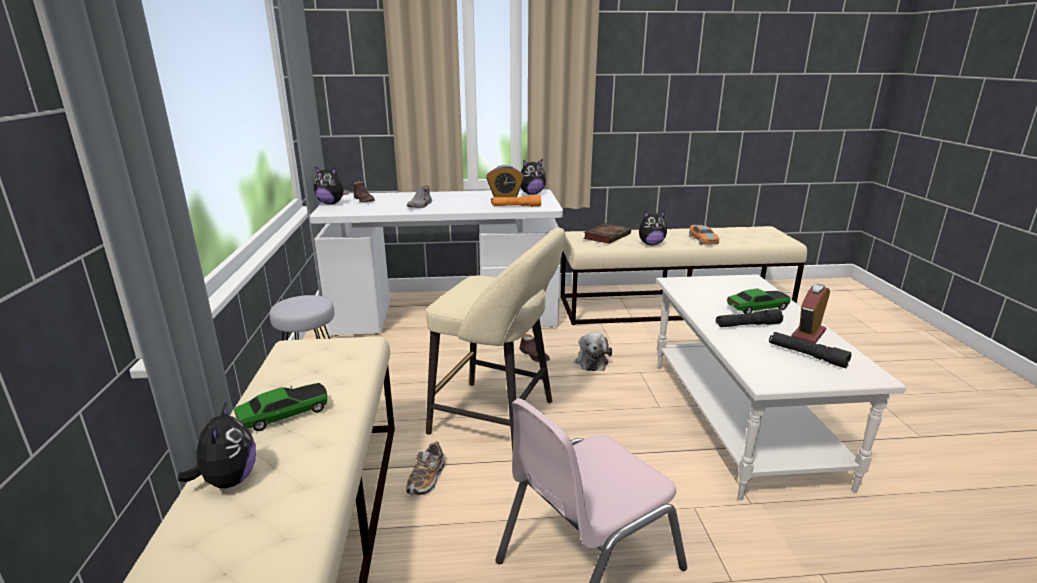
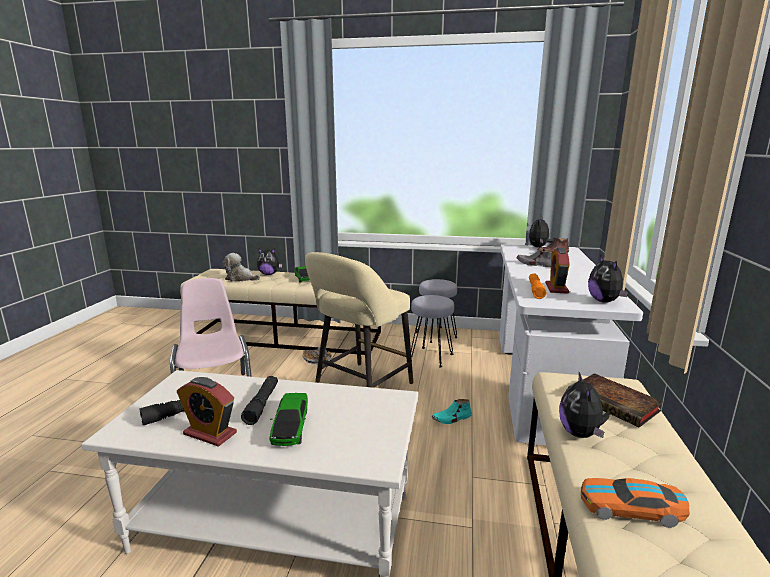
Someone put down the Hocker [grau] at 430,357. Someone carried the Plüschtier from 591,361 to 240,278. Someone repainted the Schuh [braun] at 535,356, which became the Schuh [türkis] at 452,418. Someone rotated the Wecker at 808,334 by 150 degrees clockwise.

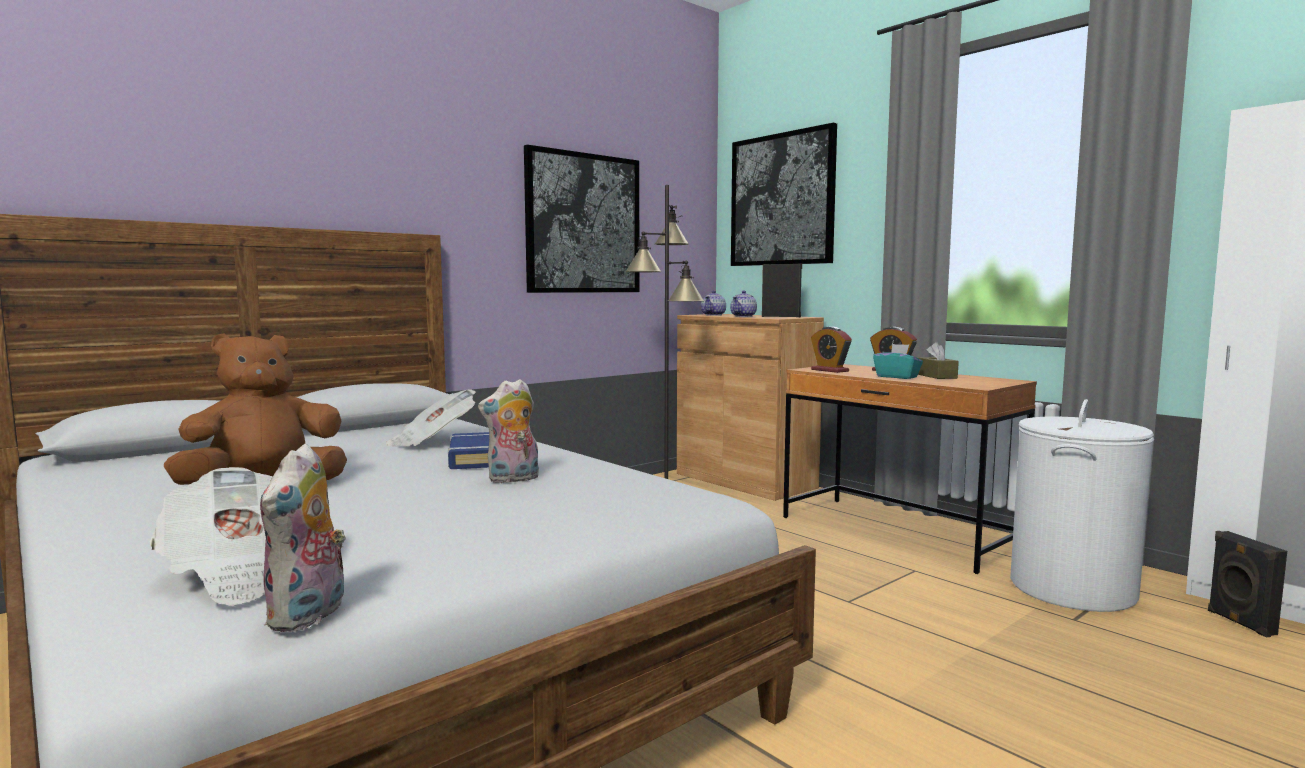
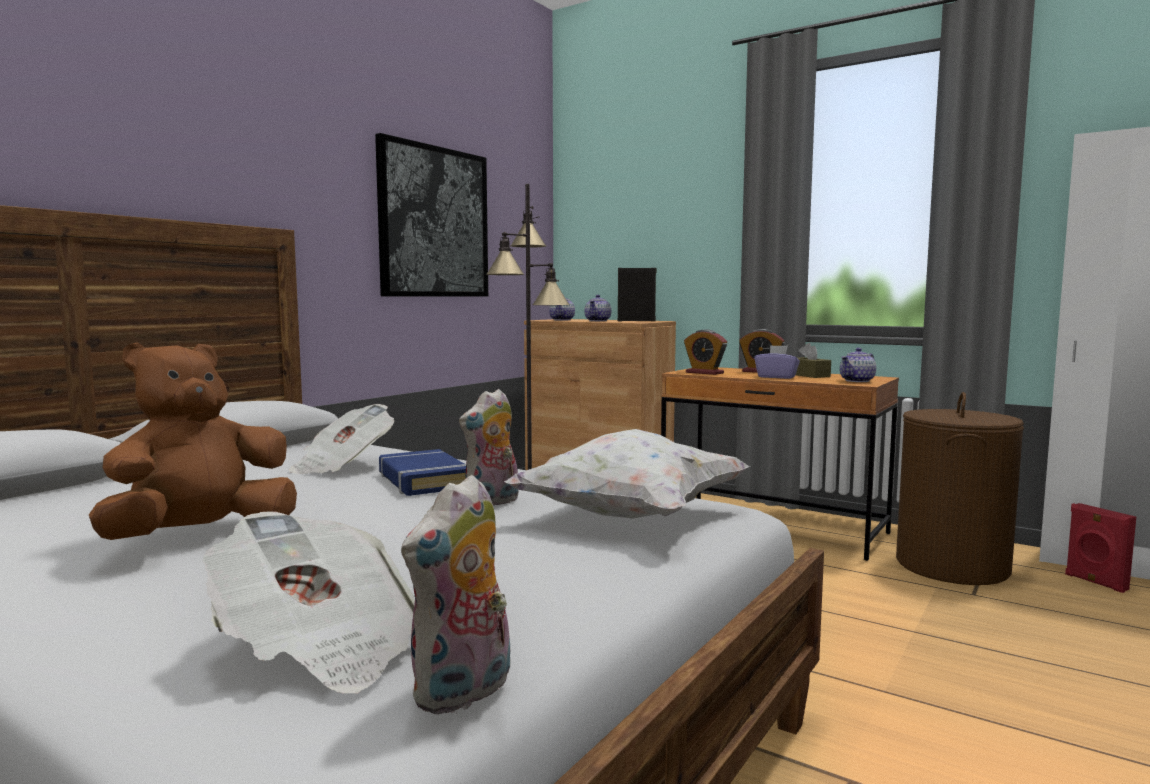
Someone took away the Bild at 782,200. Someone put down the Kissen [weiß] at 630,516. Someone put down the Teekanne at 857,381. Someone repainted the Taschentuchbox [türkis] at 897,377, which became the Taschentuchbox [lila] at 776,377. Someone repainted the Wäschekorb [weiß] at 1071,588, which became the Wäschekorb [braun] at 951,566. Someone repainted the Lautsprecher [schwarz] at 1239,623, which became the Lautsprecher [rot] at 1095,582. Someone rotated the Plüschtier at 309,616 by 45 degrees clockwise.

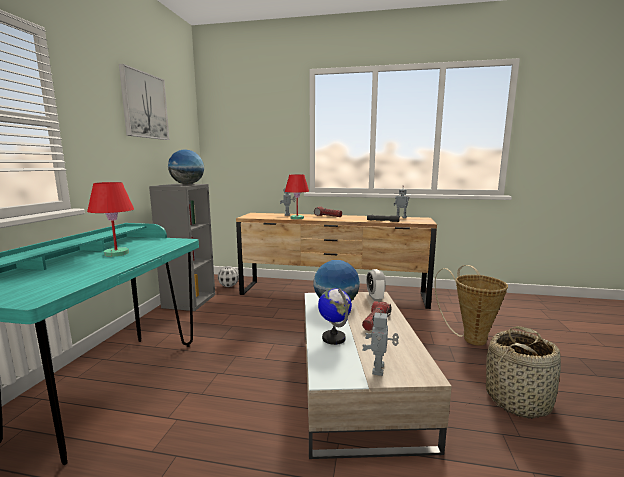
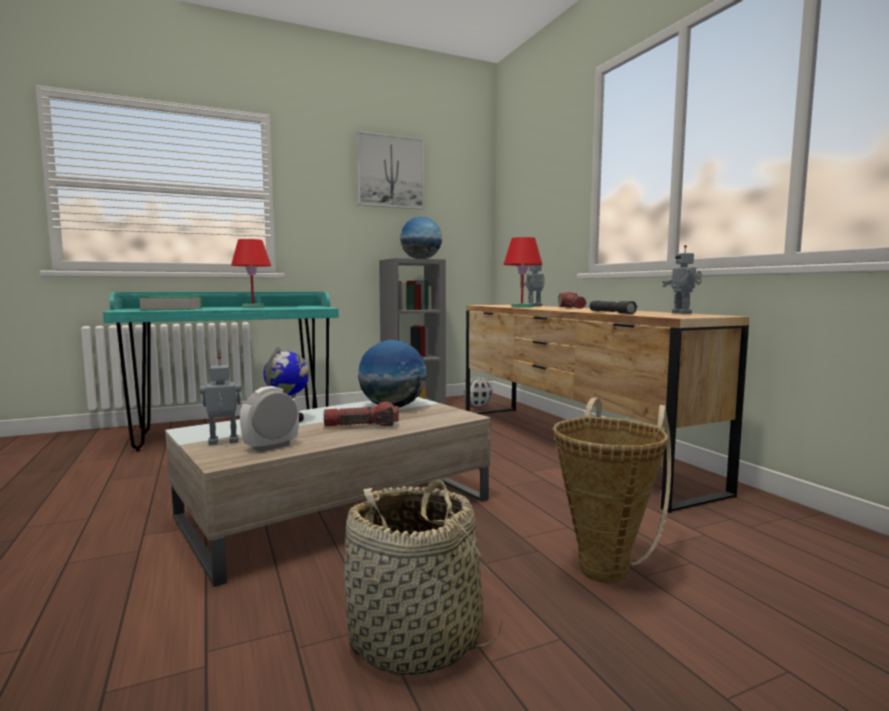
Someone put down the Buch at 172,309. Someone carried the Wecker from 375,297 to 271,447.

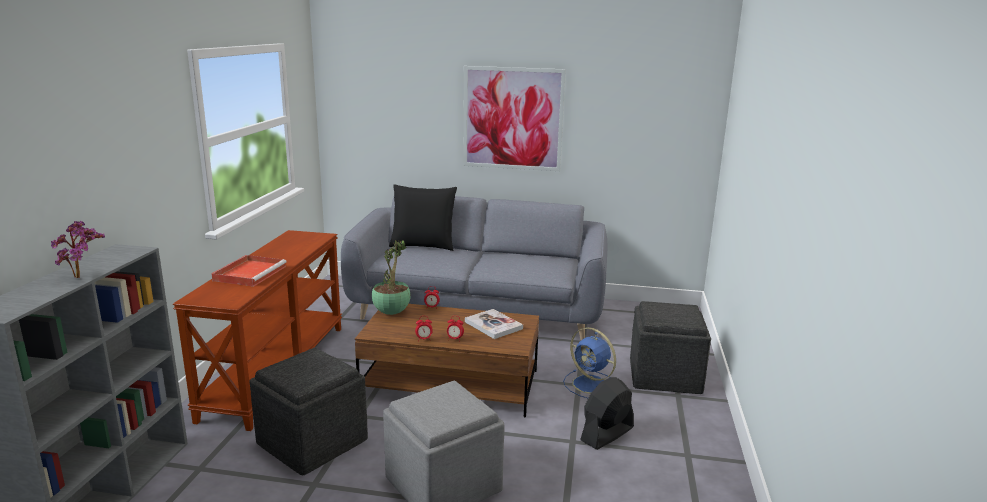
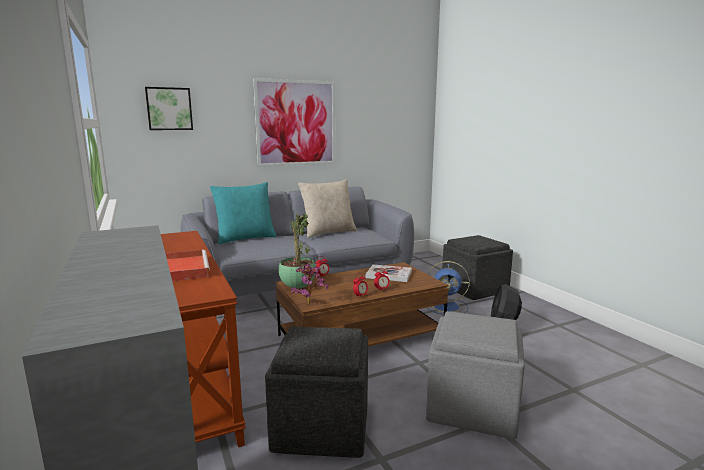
Someone put up the Bild at 169,109. Someone put down the Kissen [beige] at 328,232. Someone carried the Topfpflanze from 82,277 to 310,304. Someone repainted the Kissen [schwarz] at 423,245, which became the Kissen [türkis] at 245,238.

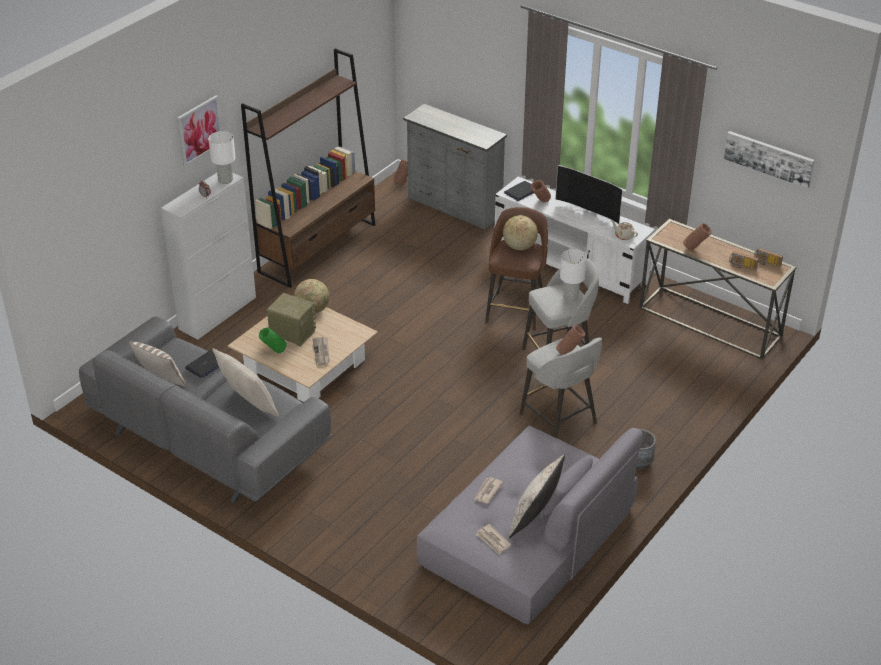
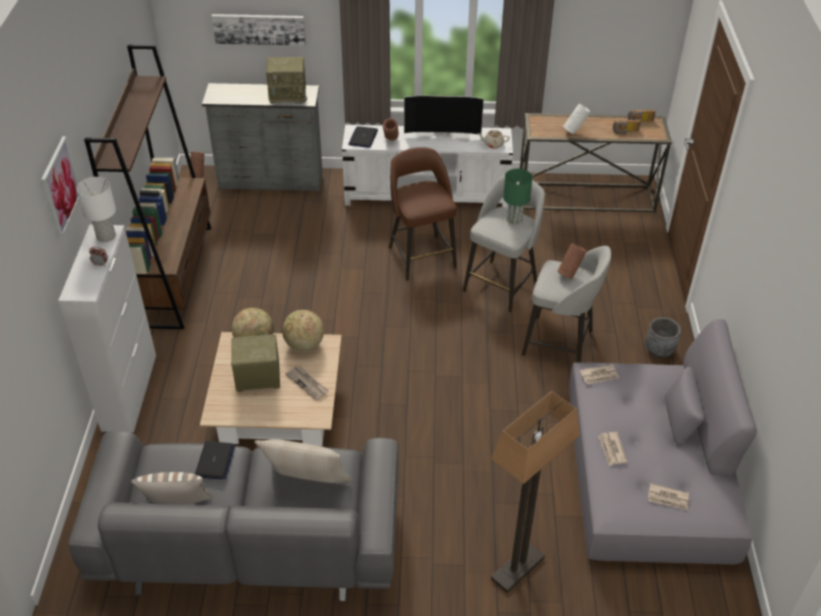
Someone took away the Vase [grün] at 273,352. Someone took away the Kissen [beige] at 535,519. Someone put down the Radio at 288,94. Someone put down the Stehlampe at 517,569. Someone put down the Zeitung at 599,375. Someone carried the Globus from 519,246 to 304,344. Someone carried the Bild from 769,158 to 259,28. Someone repainted the Tischlampe [weiß] at 570,297, which became the Tischlampe [grün] at 514,219. Someone repainted the Vase [braun] at 695,248, which became the Vase [weiß] at 574,131.

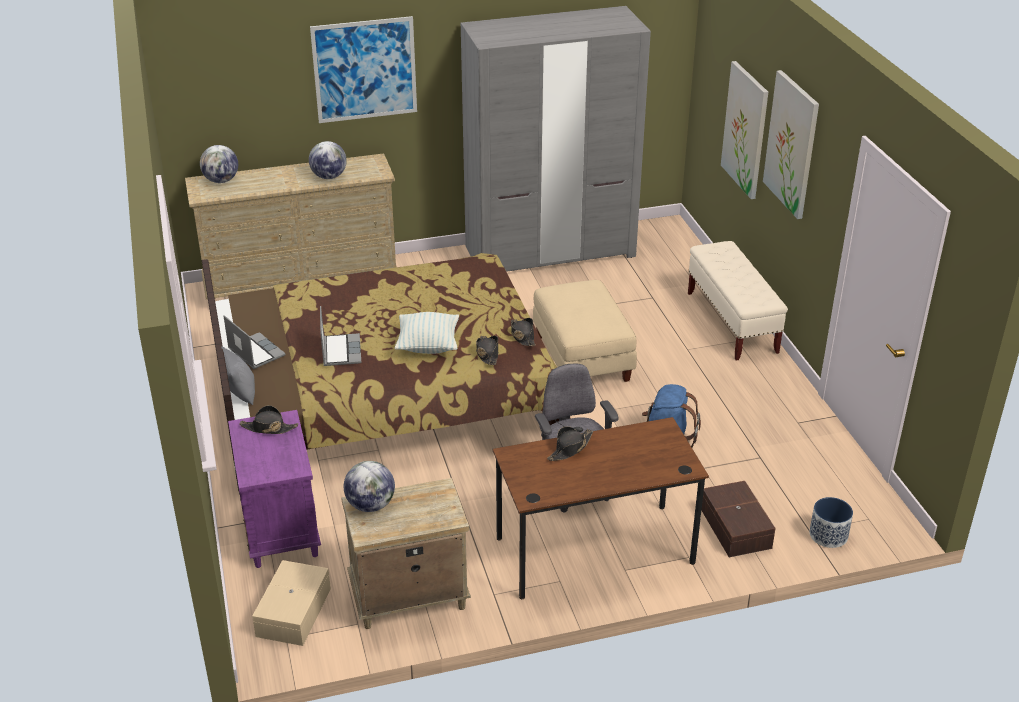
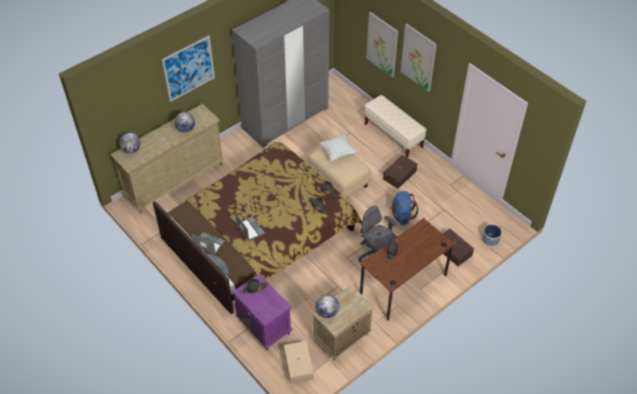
Someone put down the Aufbewahrungsbox [braun] at 400,175. Someone carried the Kissen from 428,346 to 338,153.

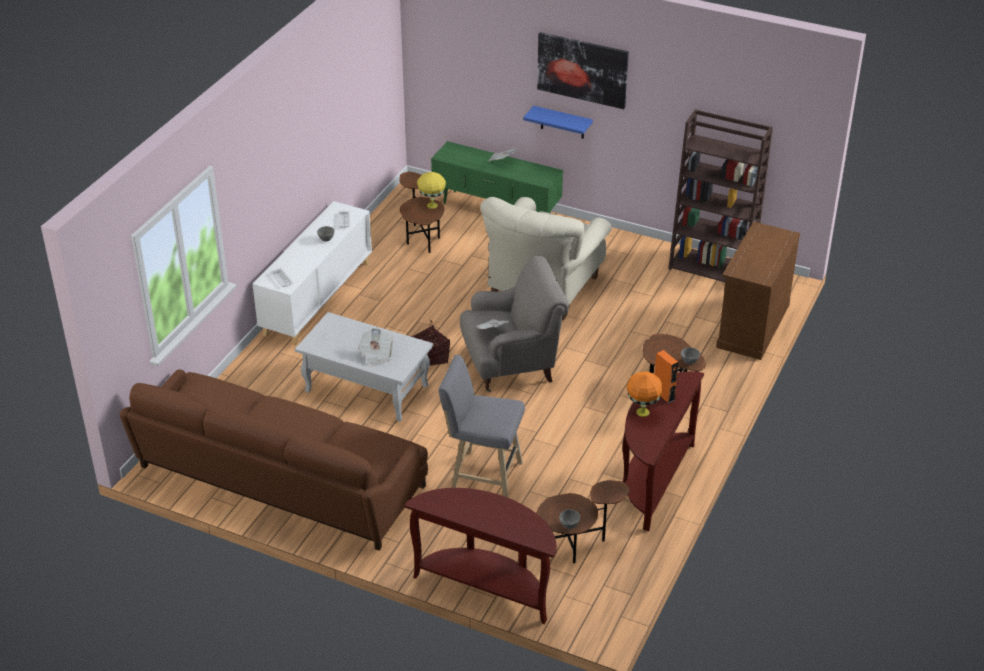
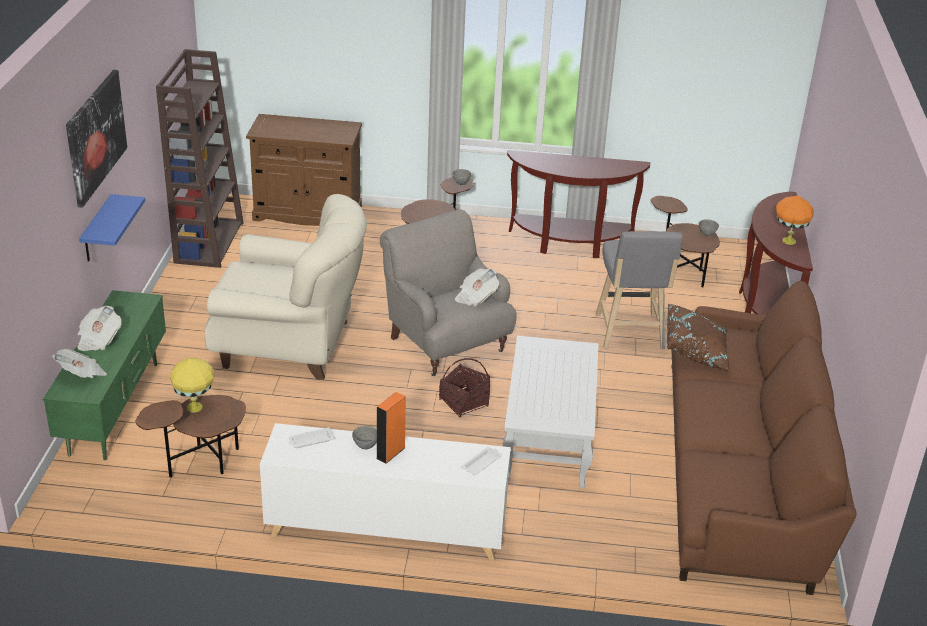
Someone put down the Kissen [braun] at 696,351. Someone carried the Zeitung from 376,355 to 81,374. Someone carried the Tischlampe [orange] from 642,412 to 788,241. Someone carried the Lautsprecher [orange] from 663,395 to 390,453.

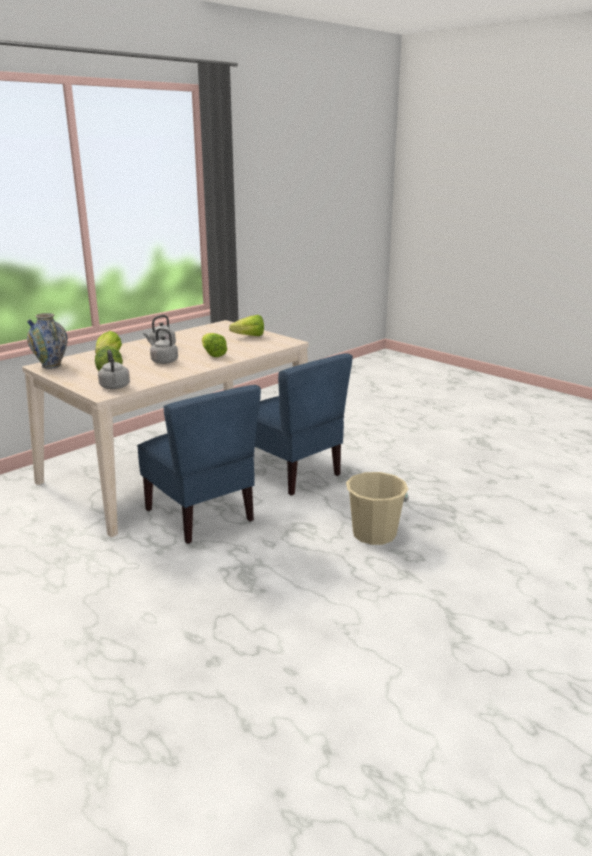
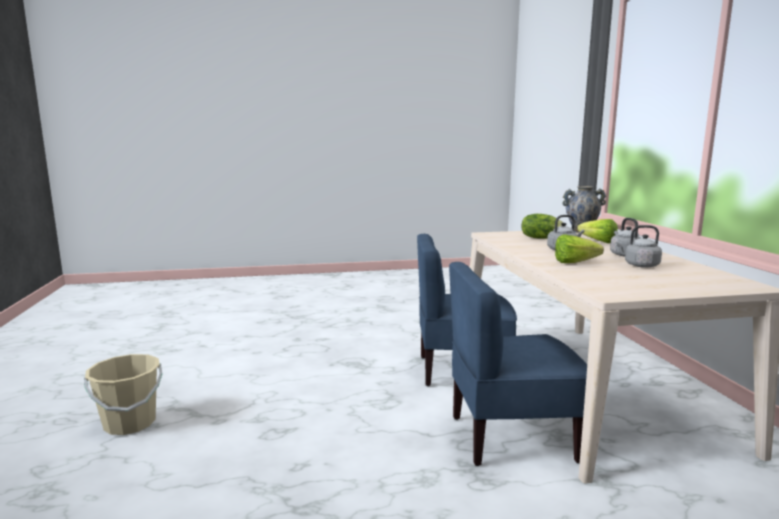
Someone took away the Salatkopf at 246,336. Someone carried the Wasserkessel [grau] from 115,387 to 639,265. Someone carried the Eimer [beige] from 374,534 to 130,423.

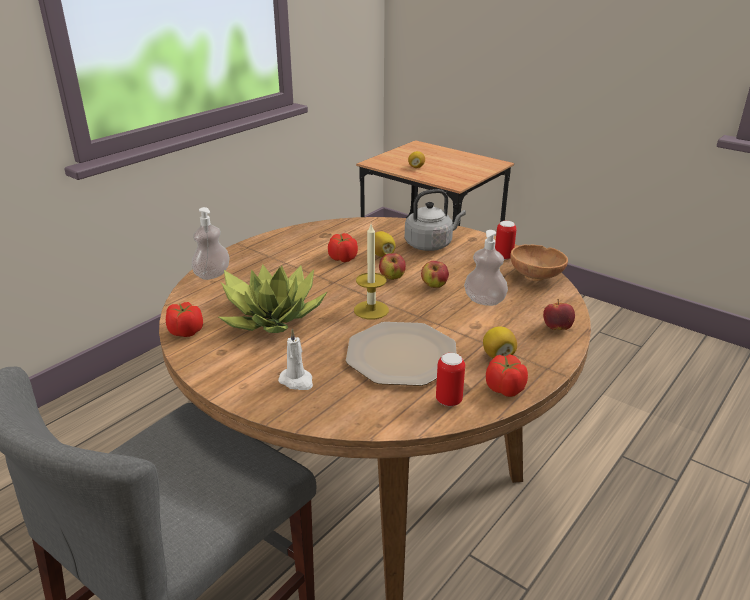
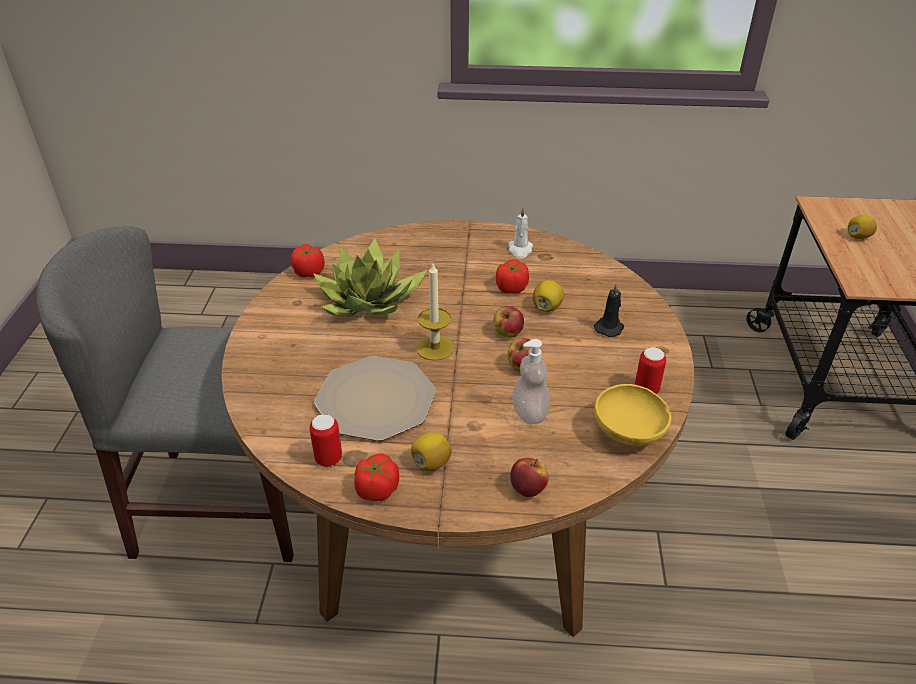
Someone took away the Seifenspender at 212,275. Someone carried the Kerze [weiß] from 297,381 to 520,250. Someone swapped the Wasserkessel [grau] at 430,244 for the Kerze [schwarz] at 609,327. Someone repainted the Schüssel [braun] at 537,277, which became the Schüssel [gelb] at 629,433.

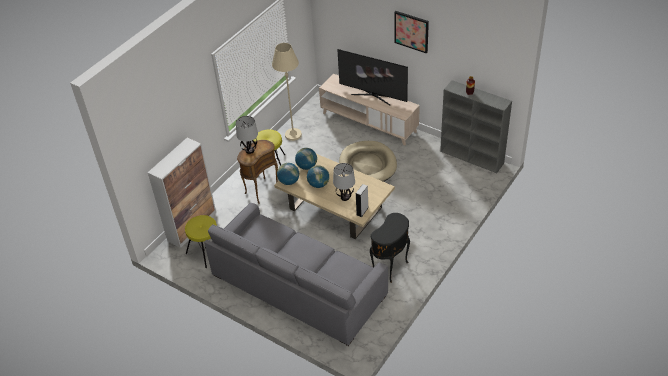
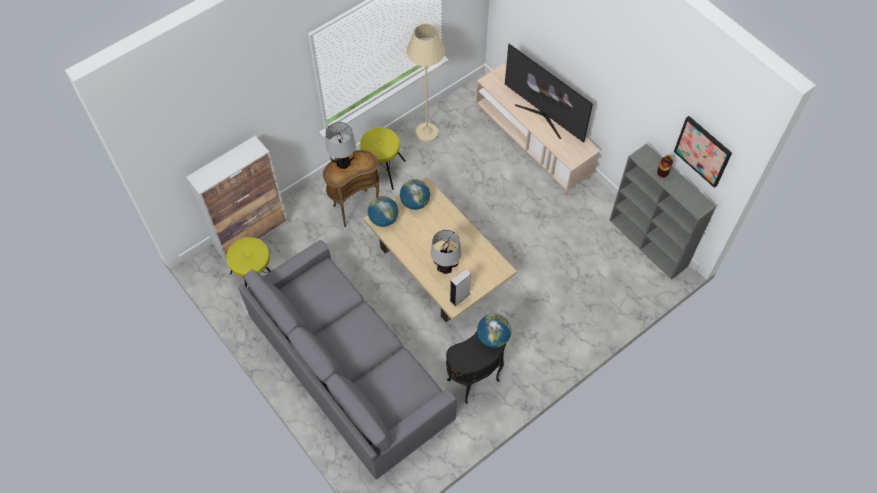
Someone took away the Hundebett [beige] at 367,165. Someone carried the Globus from 318,184 to 493,337. Someone carried the Bild from 411,31 to 703,151.

